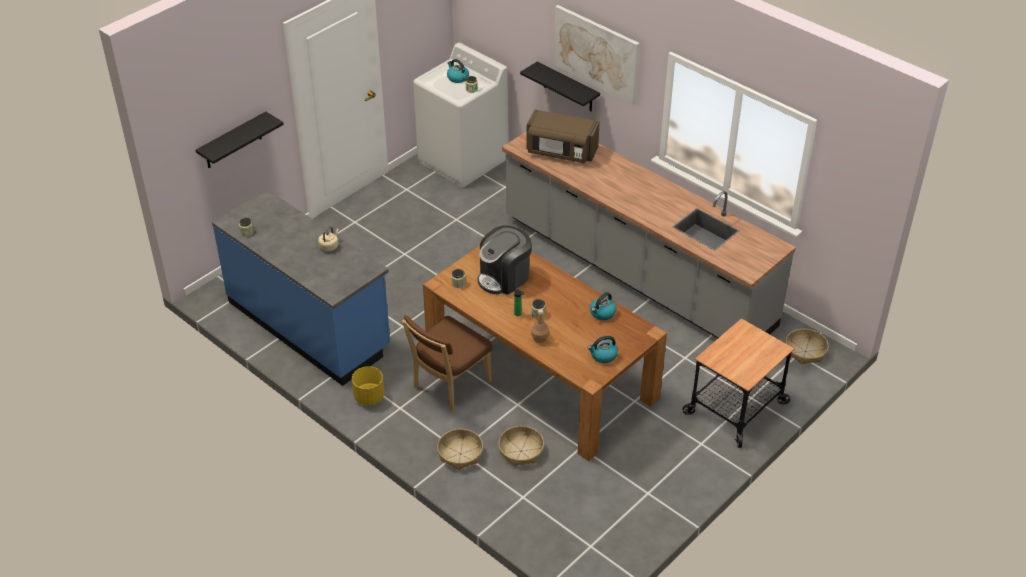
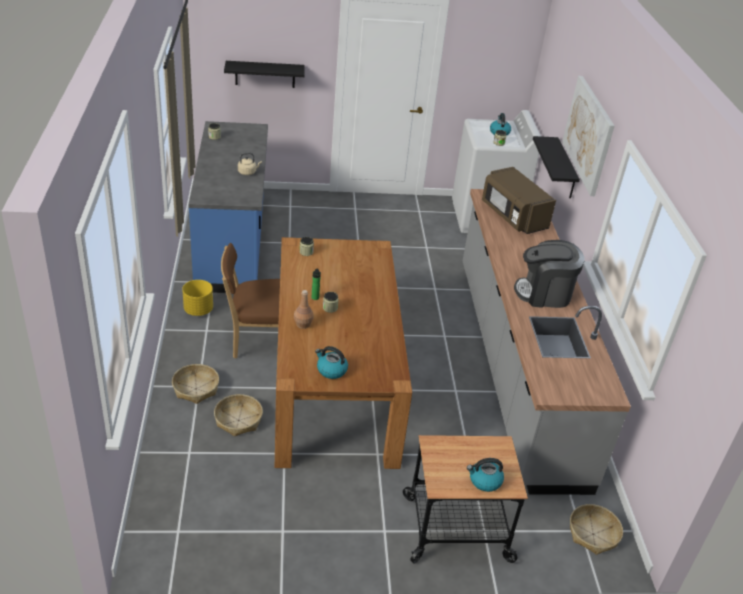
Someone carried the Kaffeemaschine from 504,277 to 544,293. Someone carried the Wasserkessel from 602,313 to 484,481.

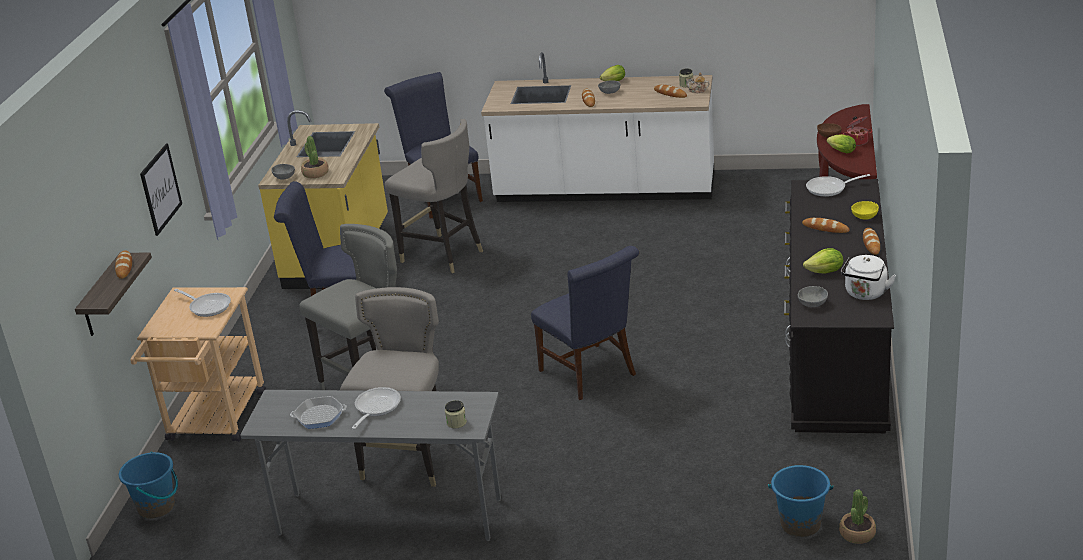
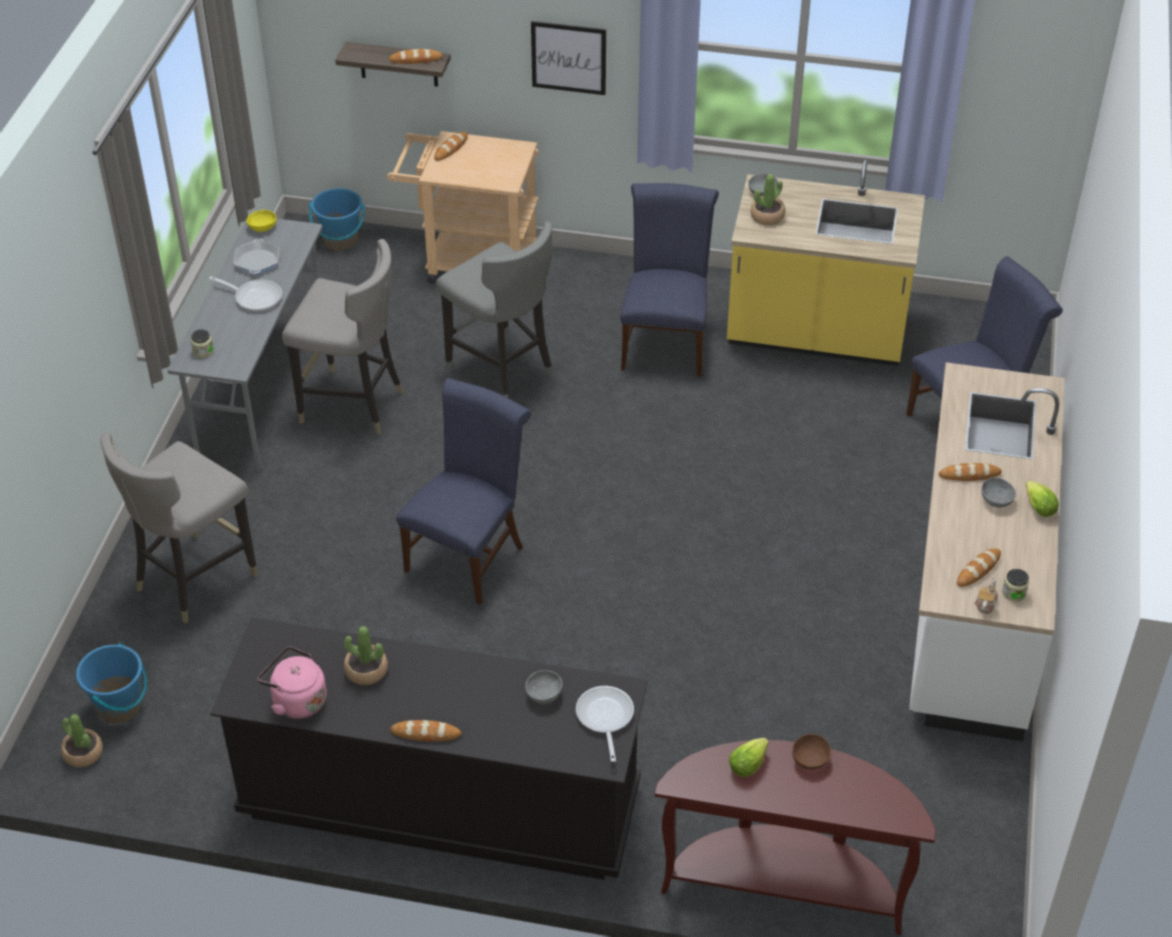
Someone took away the Pfanne at 208,306. Someone took away the Kochtopf at 857,141. Someone carried the Hocker [grau] from 443,255 to 193,580. Someone carried the Schüssel [grau] from 812,304 to 543,694. Someone carried the Brot from 825,228 to 451,148. Someone carried the Schüssel [gelb] from 864,217 to 262,227. Someone swapped the Salatkopf at 825,272 for the Topfpflanze at 366,671. Someone repainted the Wasserkessel [weiß] at 865,294, which became the Wasserkessel [rosa] at 296,700. Someone rotated the Stuhl [blau] at 591,374 by 150 degrees clockwise.

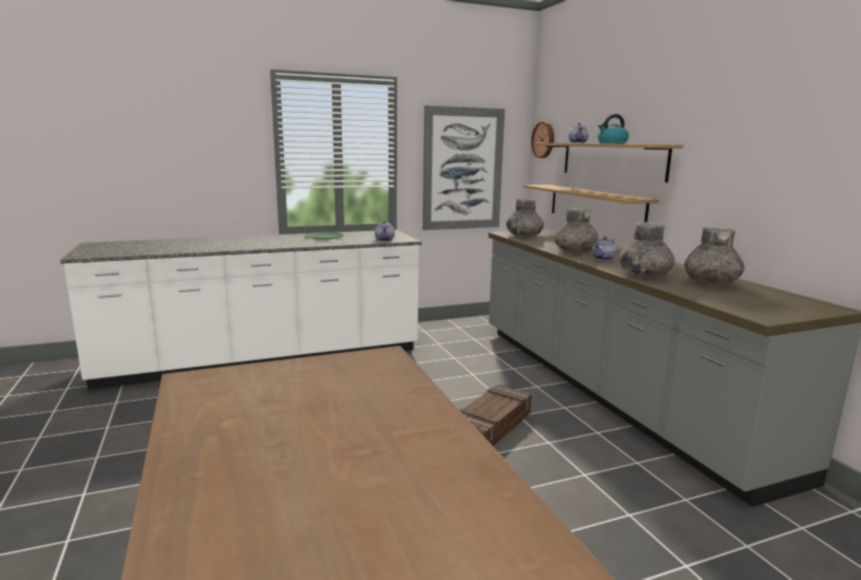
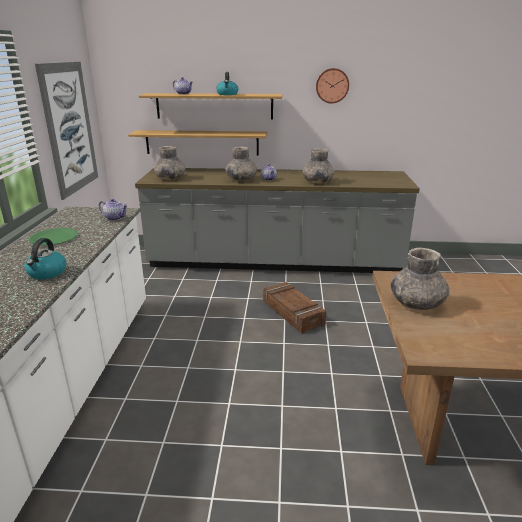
Someone put down the Wasserkessel at 47,273. Someone carried the Wanduhr from 544,140 to 332,85. Someone carried the Vase [grau] from 711,282 to 416,303.

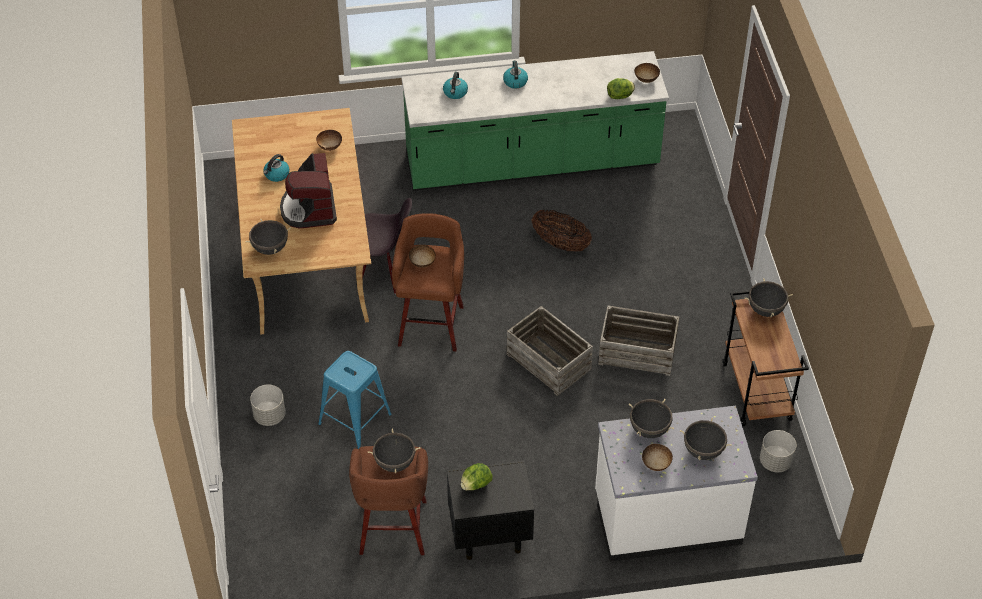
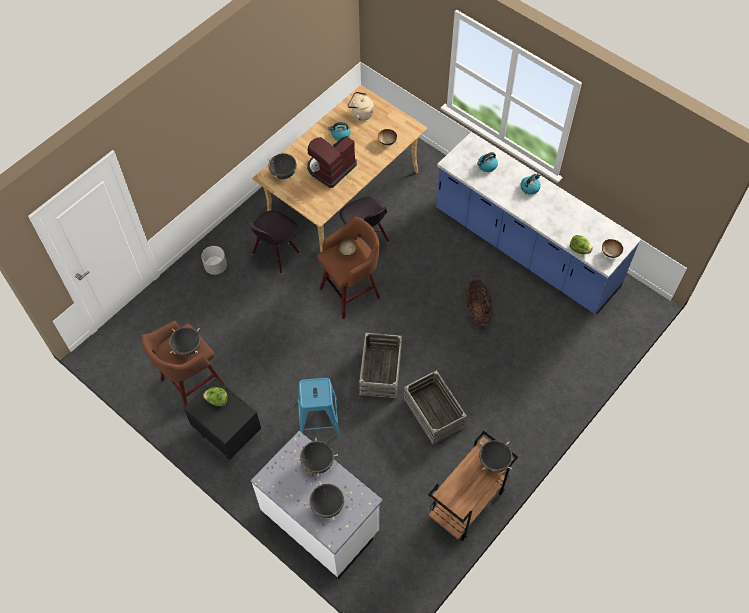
Someone took away the Schüssel at 656,464. Someone took away the Pflanzkübel [grau] at 775,462. Someone put down the Stuhl [schwarz] at 276,254. Someone put down the Wasserkessel [beige] at 361,114. Someone carried the Hocker [blau] from 354,419 to 318,418. Someone repainted the Küchenzeile [grün] at 532,164, which became the Küchenzeile [blau] at 525,249.

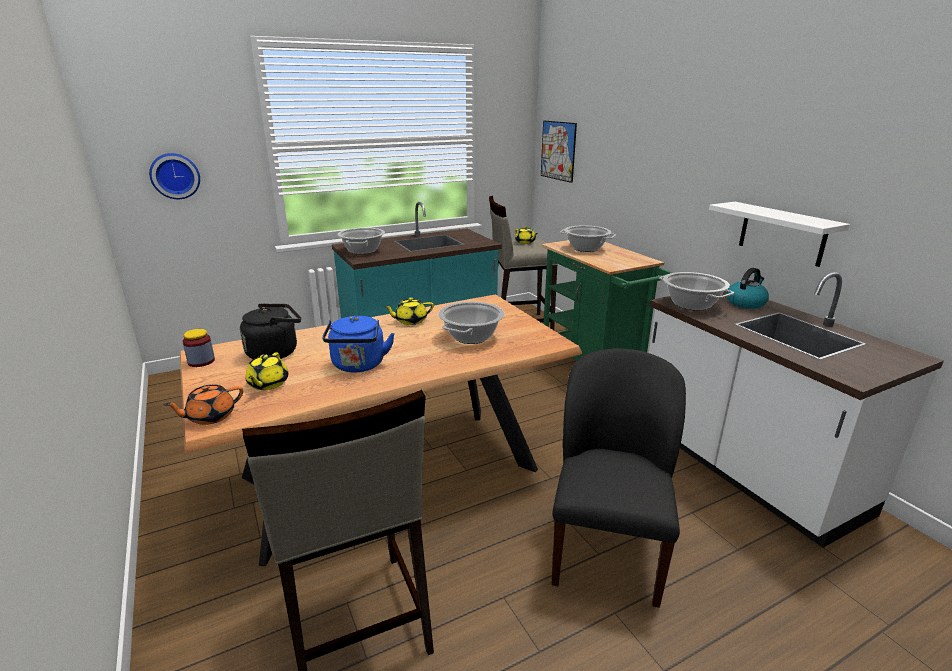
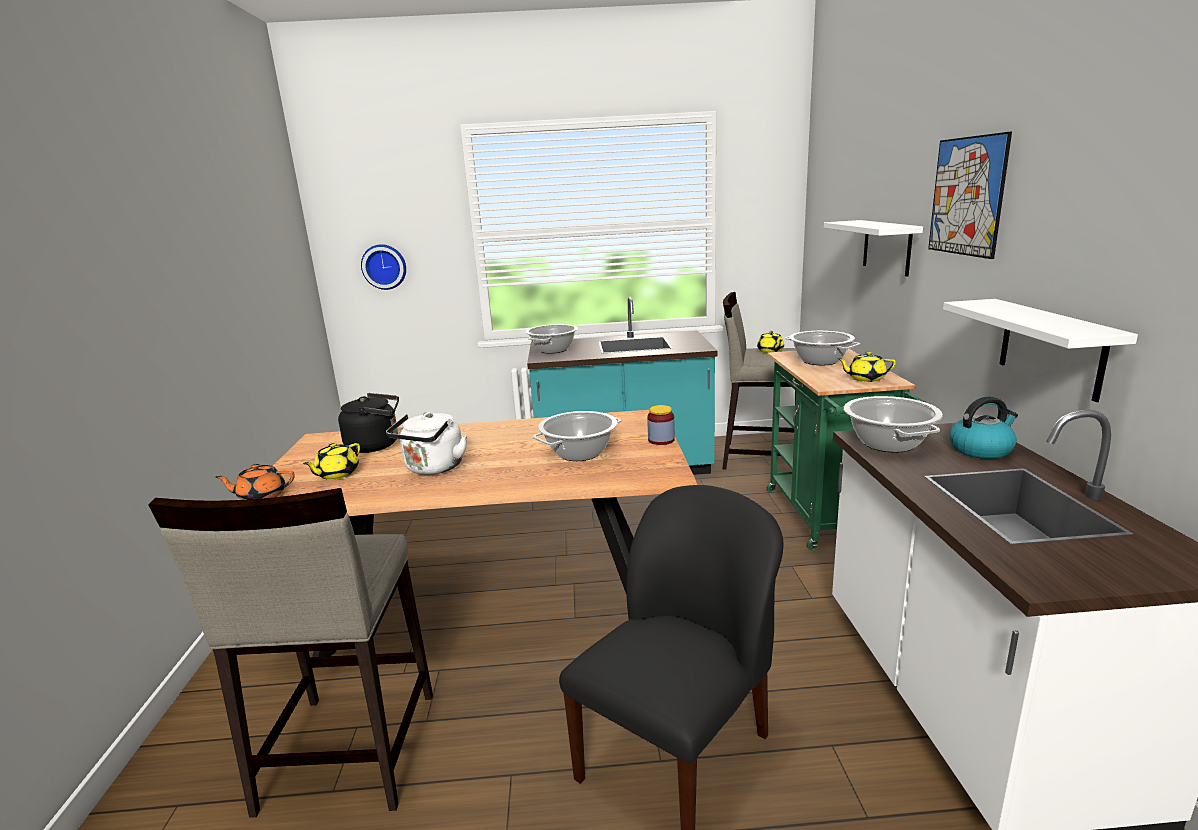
Someone put up the Wandregal [weiß] at 887,247. Someone carried the Vorratsglas from 201,361 to 661,440. Someone carried the Teekanne [gelb] from 410,321 to 865,379. Someone carried the Bild from 558,151 to 967,196. Someone repainted the Wasserkessel [blau] at 358,366, which became the Wasserkessel [weiß] at 433,468.

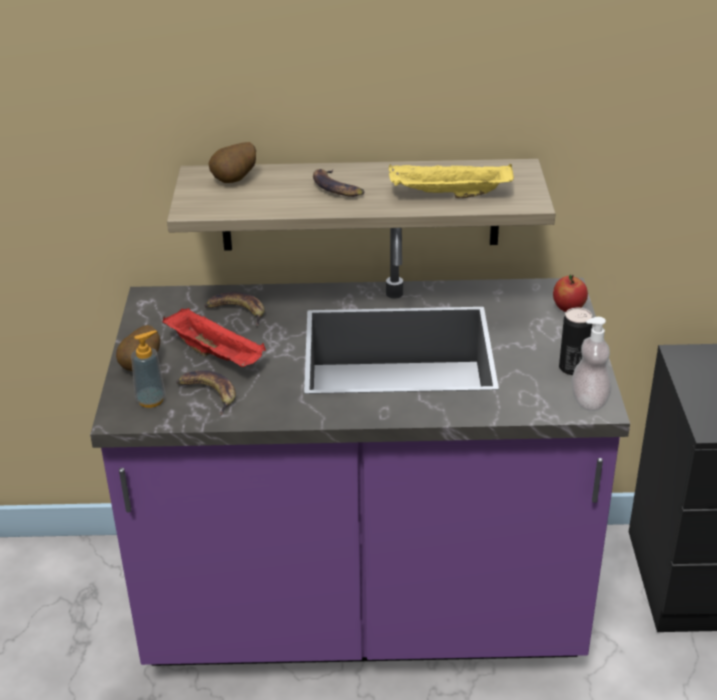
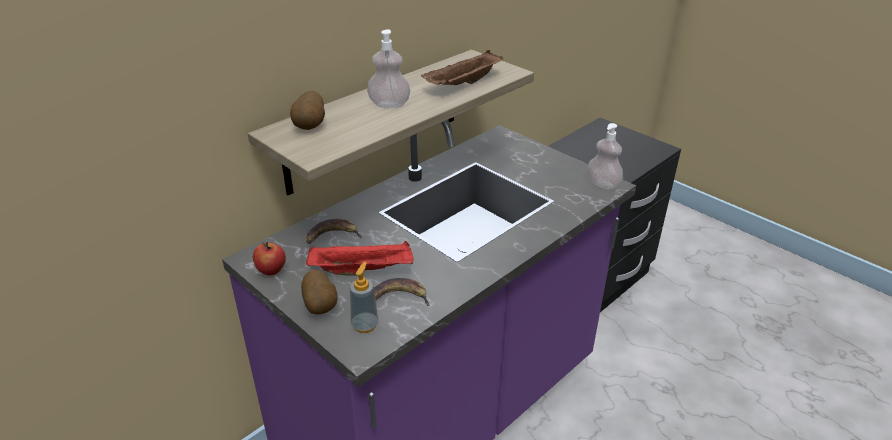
Someone took away the Dose at 572,368. Someone carried the Apfel from 568,308 to 271,270. Someone swapped the Banane at 337,188 for the Seifenspender at 389,105. Someone repainted the Tablett [gelb] at 448,195, which became the Tablett [braun] at 463,84.

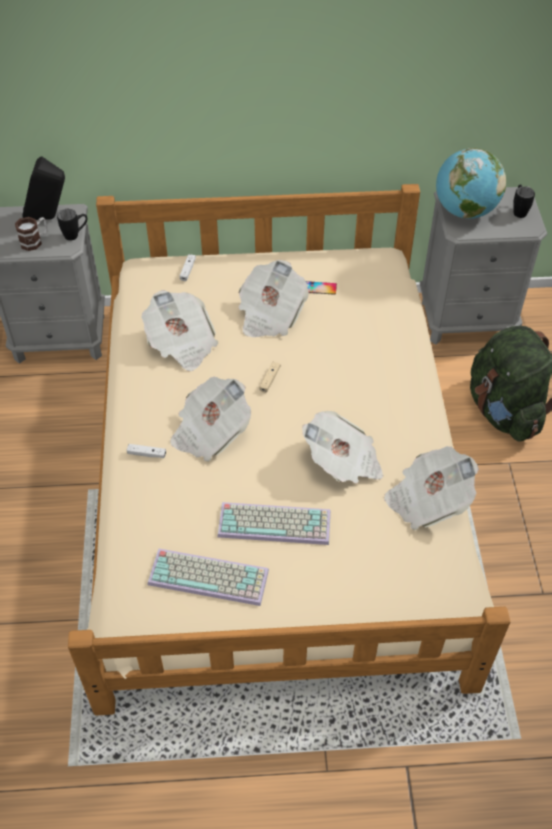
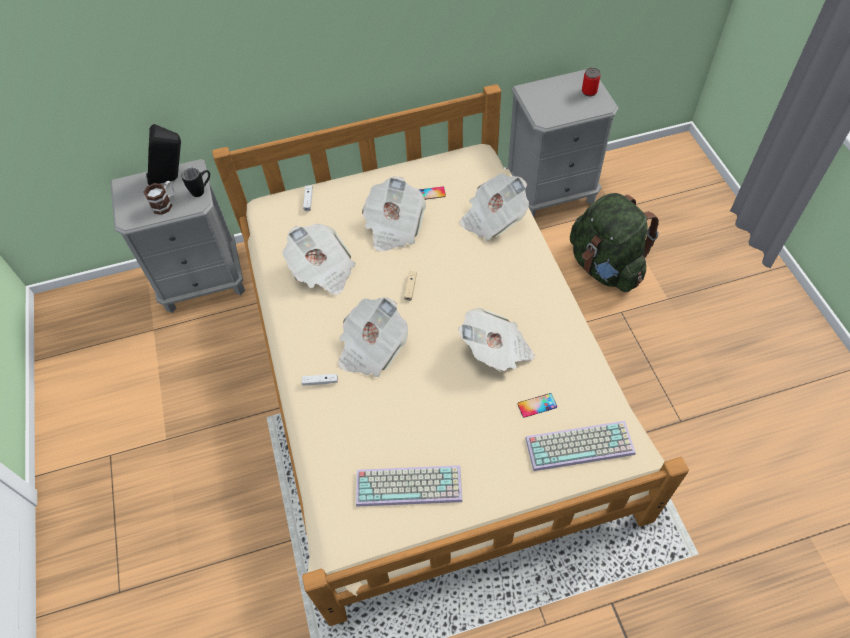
Someone took away the Globus at 464,211. Someone put down the Handy at 537,405. Someone carried the Tastatur from 276,522 to 580,444. Someone carried the Zeitung from 427,500 to 492,219. Someone swapped the Henkelbecher [schwarz] at 518,210 for the Dose at 589,91.

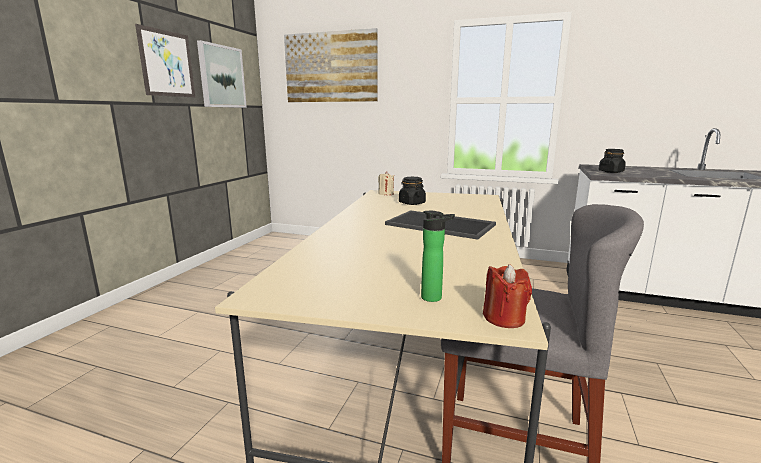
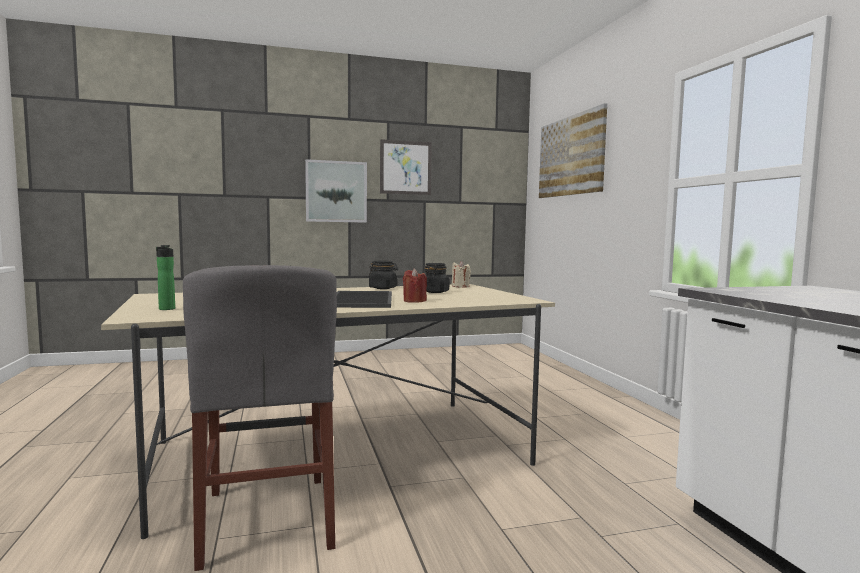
Someone carried the Bild from 221,77 to 336,191. Someone carried the Kerze [rot] from 504,318 to 414,301. Someone carried the Vorratsglas [schwarz] from 611,172 to 383,288.

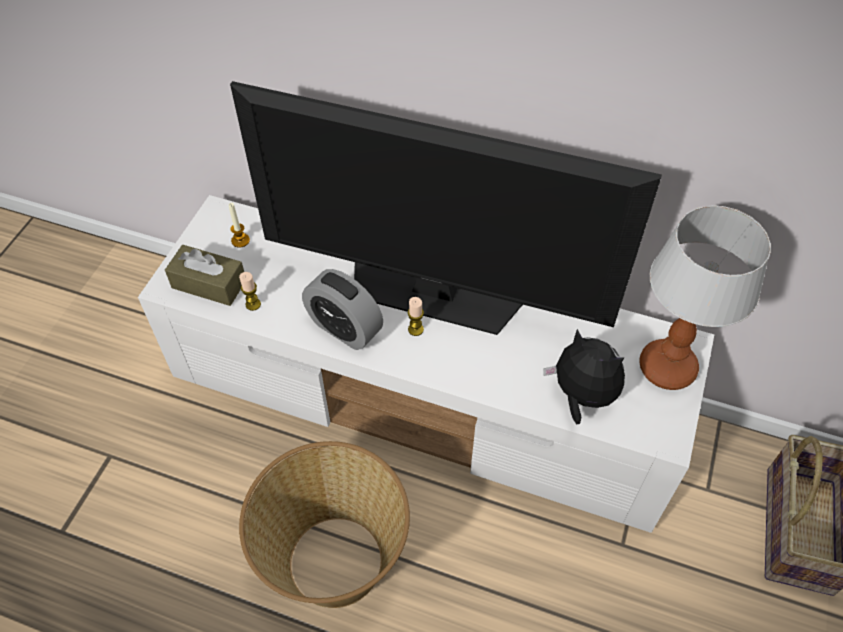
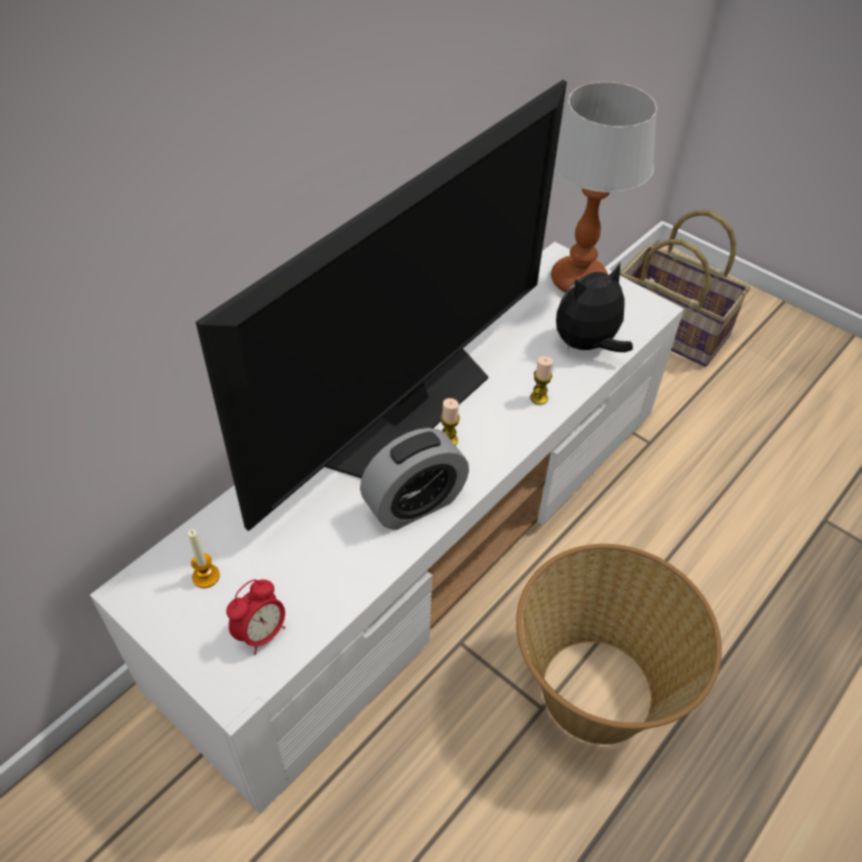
Someone carried the Kerze from 253,304 to 539,398. Someone swapped the Taschentuchbox [braun] at 209,284 for the Wecker at 261,633.

